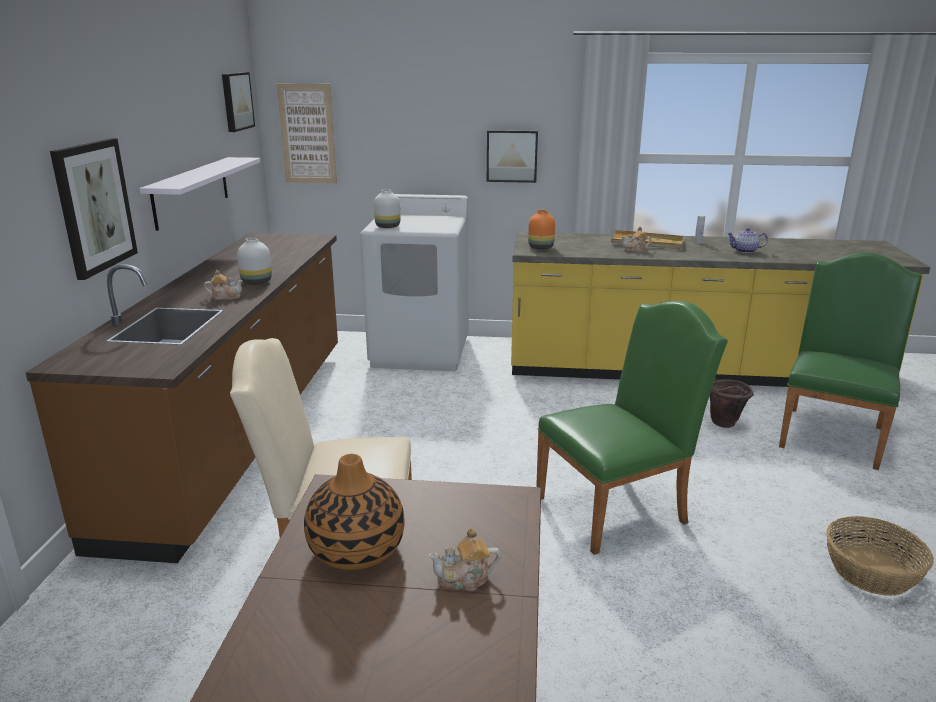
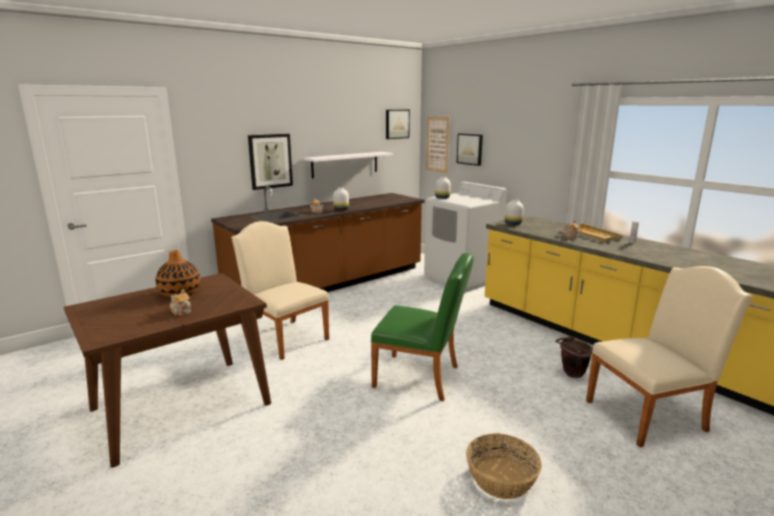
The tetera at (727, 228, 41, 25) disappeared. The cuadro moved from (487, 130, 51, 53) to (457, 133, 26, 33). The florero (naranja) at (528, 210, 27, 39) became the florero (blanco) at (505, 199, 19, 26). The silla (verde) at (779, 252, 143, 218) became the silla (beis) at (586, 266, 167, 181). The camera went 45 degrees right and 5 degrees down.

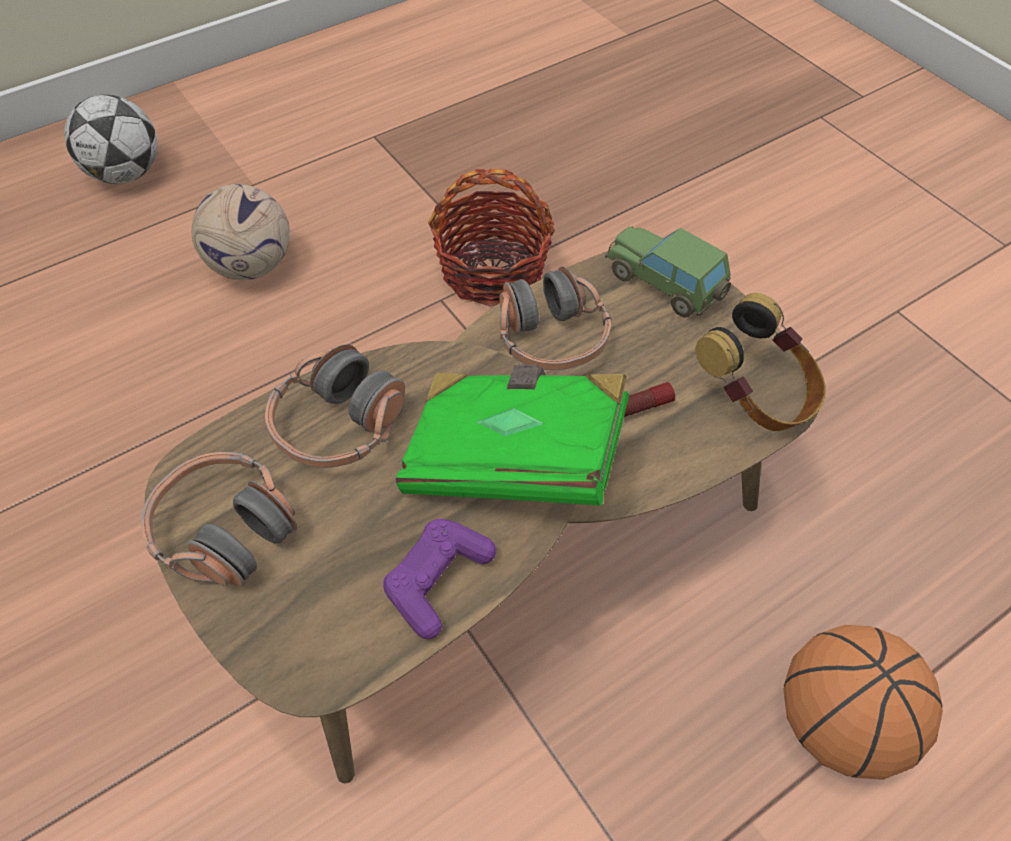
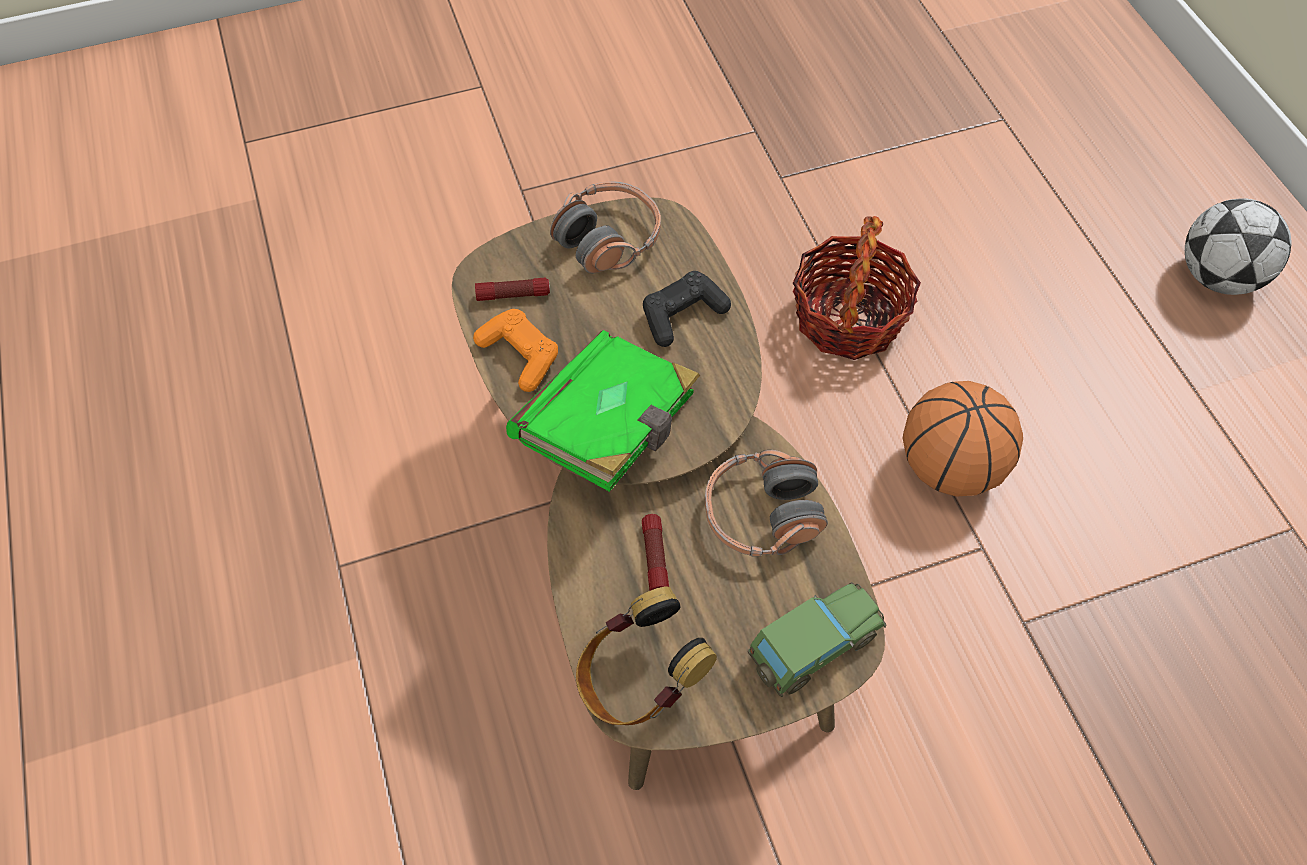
The balón de fútbol at (191, 184, 99, 96) disappeared. The linterna at (475, 277, 75, 24) appeared. The cesta moved from (428, 169, 127, 138) to (793, 216, 128, 144). The balón de baloncesto moved from (783, 625, 160, 155) to (903, 381, 120, 115). The auriculares at (265, 344, 140, 124) was replaced by the mando de consola (negro) at (643, 271, 88, 76). The mando de consola (morado) at (383, 519, 113, 120) became the mando de consola (naranja) at (473, 309, 85, 83). The camera went 105 degrees right and 5 degrees up.

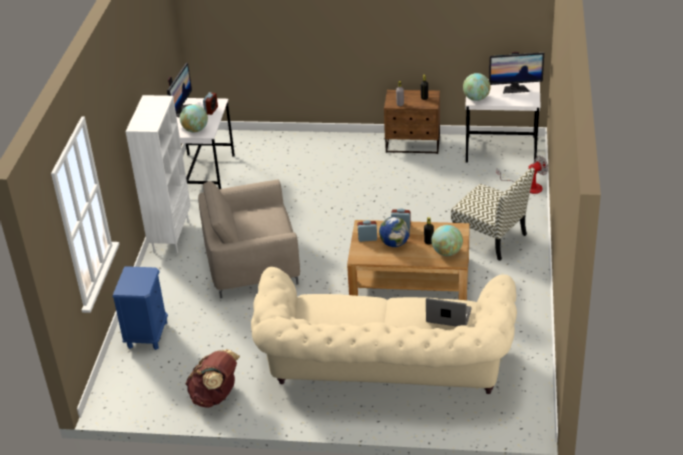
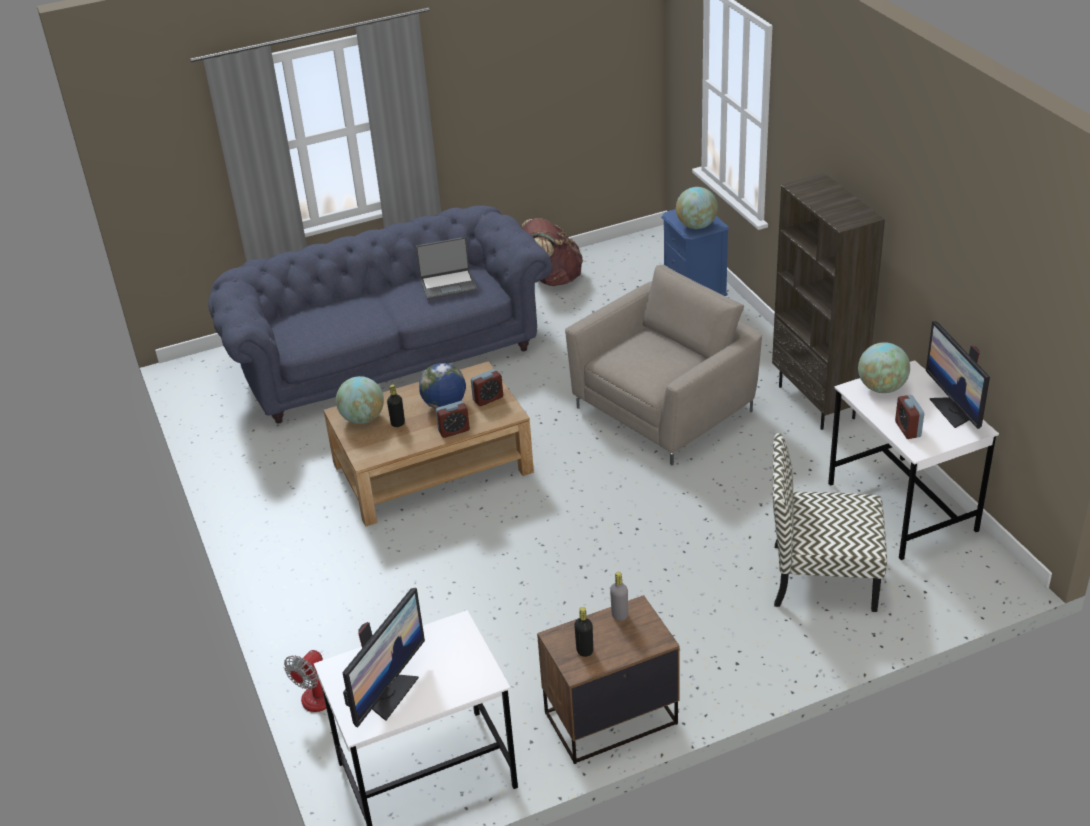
The portátil moved from (426, 298, 46, 29) to (416, 237, 61, 63). The silla moved from (451, 168, 84, 93) to (773, 433, 114, 179). The globo terráqueo moved from (463, 73, 28, 28) to (676, 187, 42, 42). The estantería (blanco) at (125, 95, 66, 158) became the estantería (marrón) at (772, 173, 113, 257). The sofá (beis) at (251, 267, 266, 127) became the sofá (azul) at (208, 205, 344, 219). The monitor at (489, 52, 55, 42) turned 150 degrees clockwise. The camera went 150 degrees right and 0 degrees up.

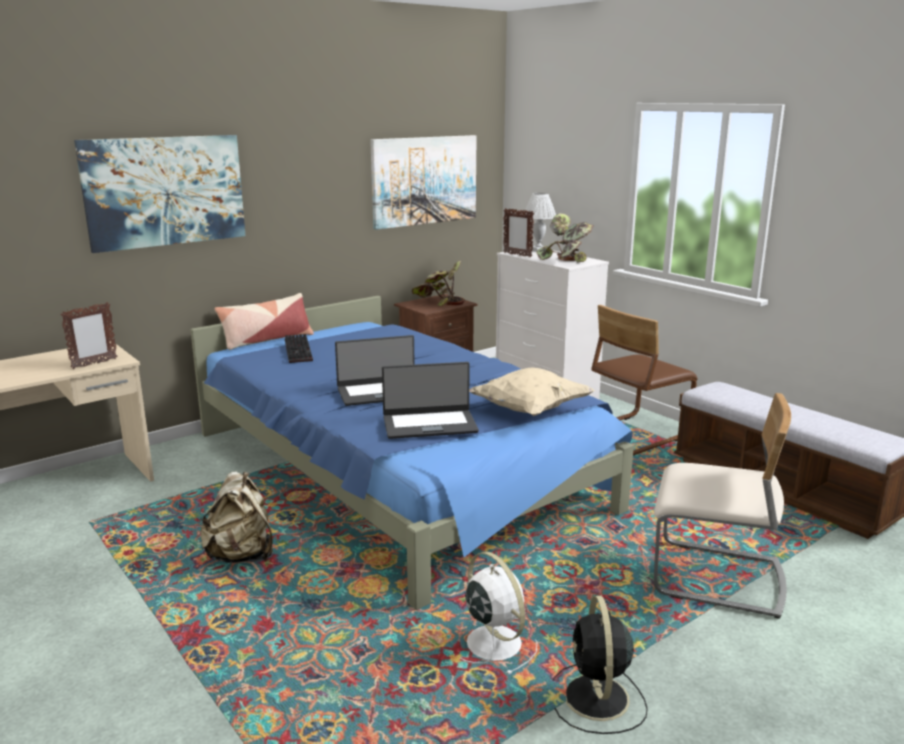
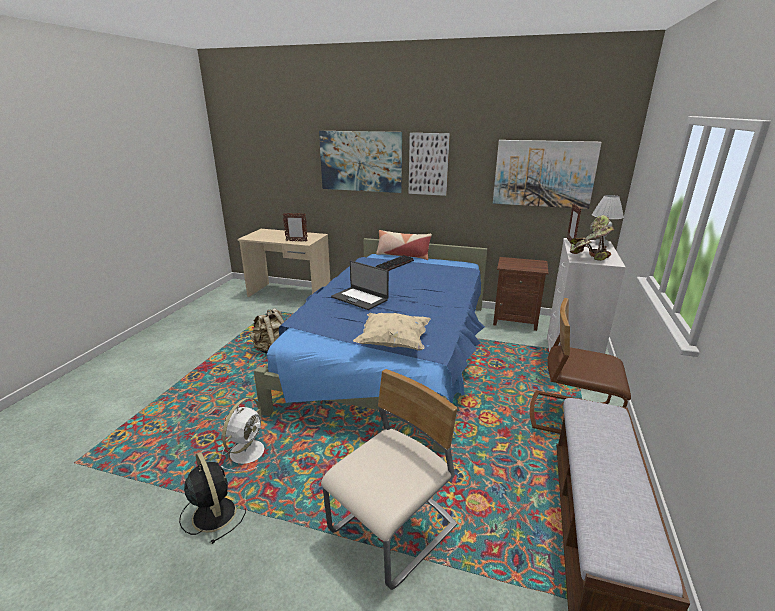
The portátil at (382, 362, 97, 77) disappeared. The planta en maceta at (412, 261, 53, 45) disappeared. The cuadro at (409, 133, 41, 63) appeared. The ventilador (negro) at (553, 596, 95, 138) turned 90 degrees clockwise. The silla (beis) at (653, 393, 138, 226) turned 120 degrees counterclockwise. The camera went 55 degrees right and 5 degrees up.

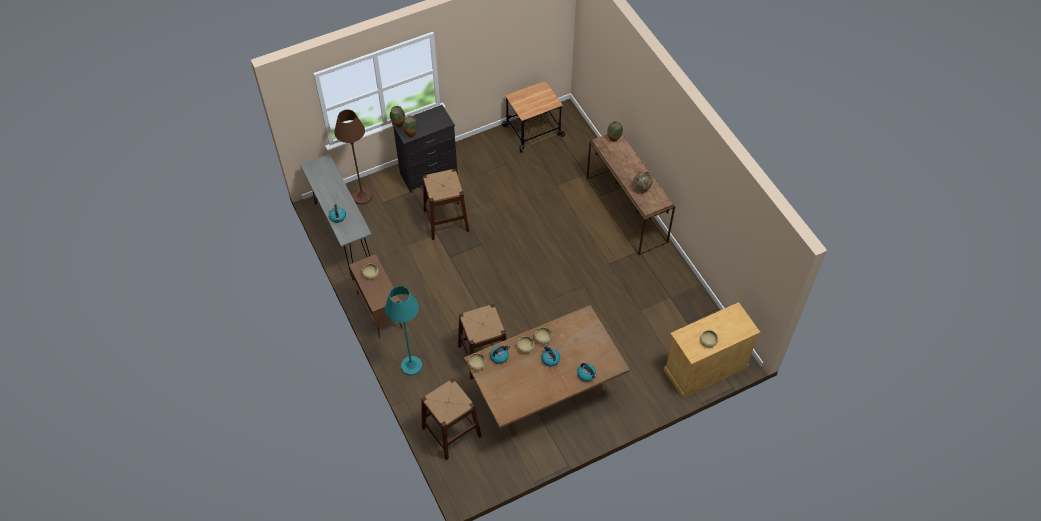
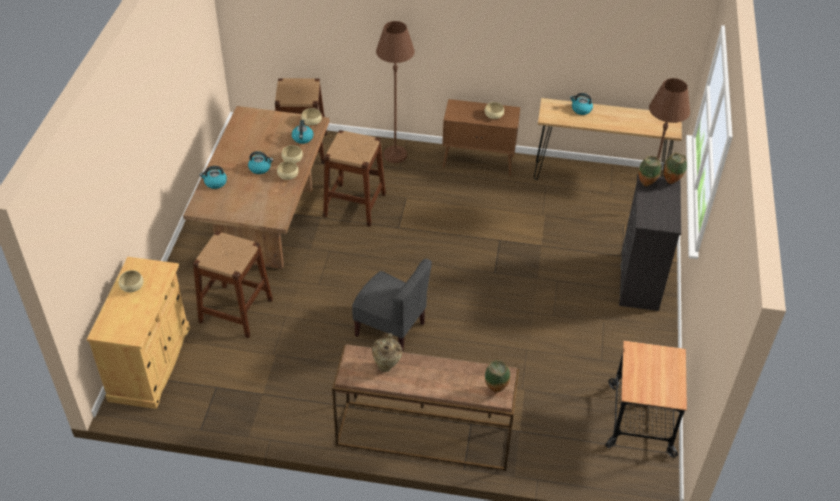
The silla (gris) at (352, 259, 80, 93) appeared. The taburete (marrón) moved from (423, 169, 46, 71) to (193, 231, 80, 107). The mesa consola (gris) at (300, 154, 72, 121) became the mesa consola (marrón) at (534, 98, 148, 82). The lámpara de pie (turquesa) at (385, 286, 37, 90) became the lámpara de pie (marrón) at (376, 21, 39, 142). The camera went 125 degrees right and 10 degrees down.

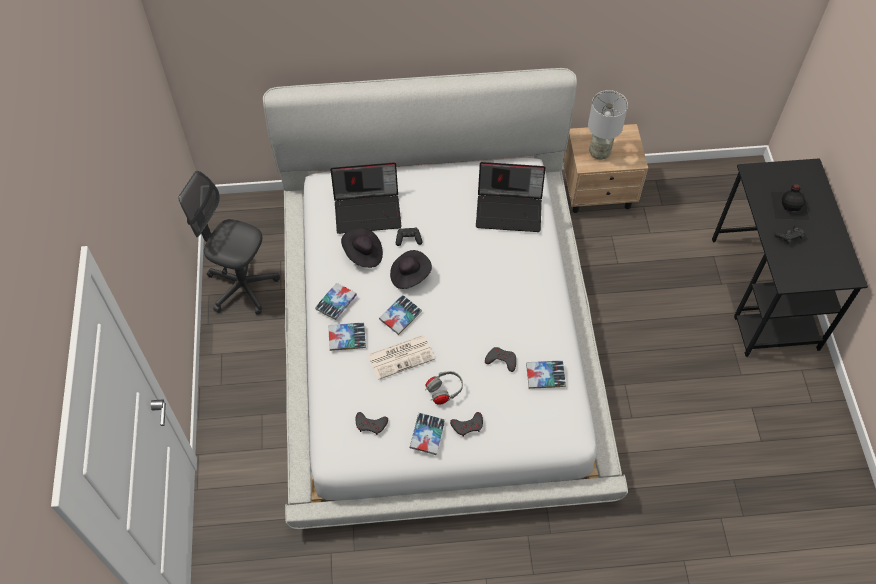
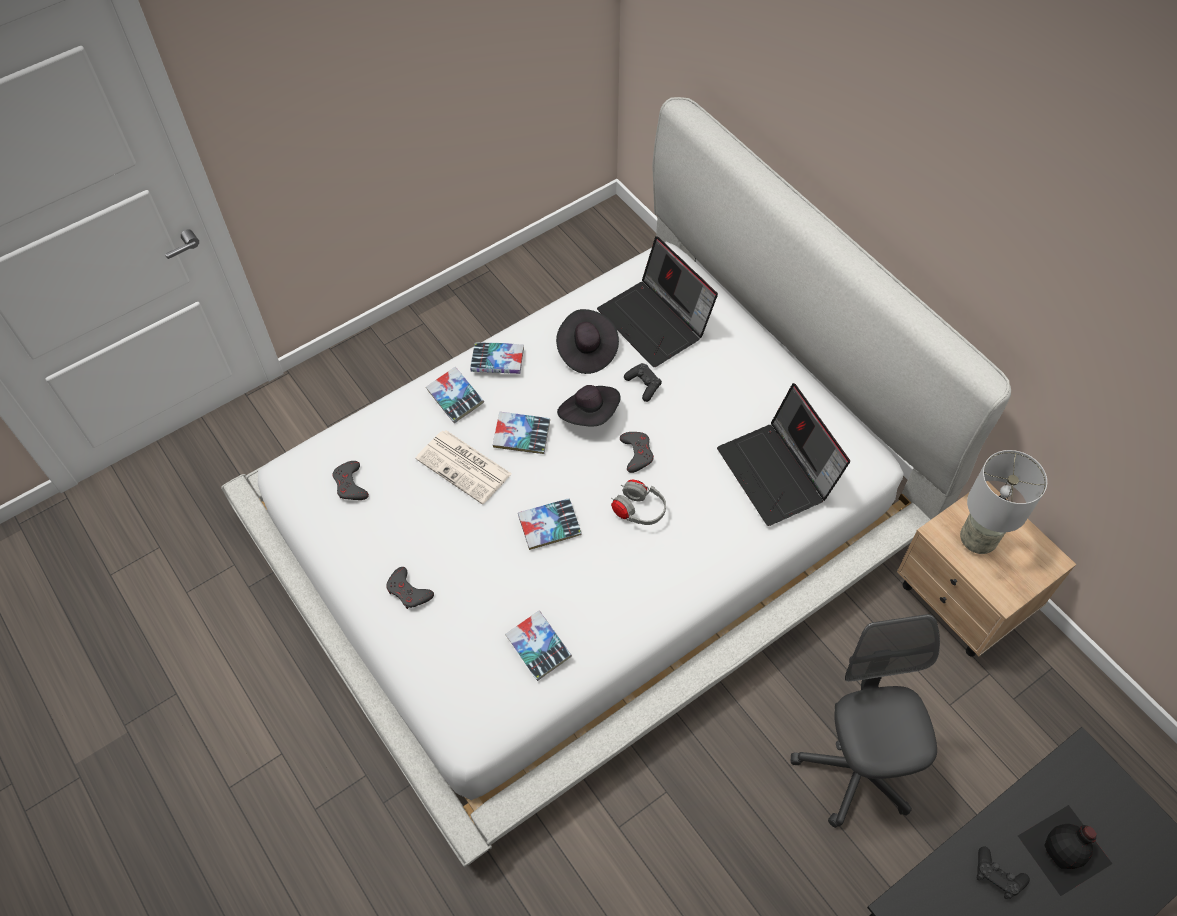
The silla de oficina (gris) moved from (178, 171, 102, 144) to (791, 614, 149, 214). The libro moved from (410, 413, 35, 42) to (518, 498, 64, 52). The auriculares (gris) moved from (425, 371, 38, 34) to (611, 479, 55, 46). The mando de consola (gris) moved from (485, 347, 31, 25) to (620, 432, 34, 41). The camera went 60 degrees right and 0 degrees up.

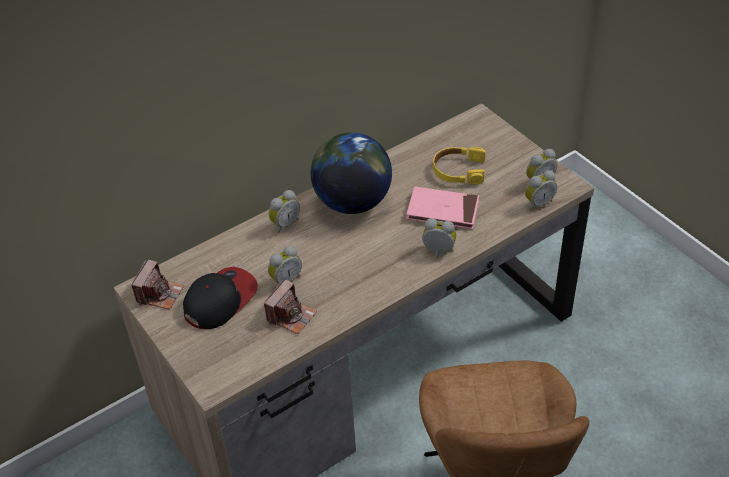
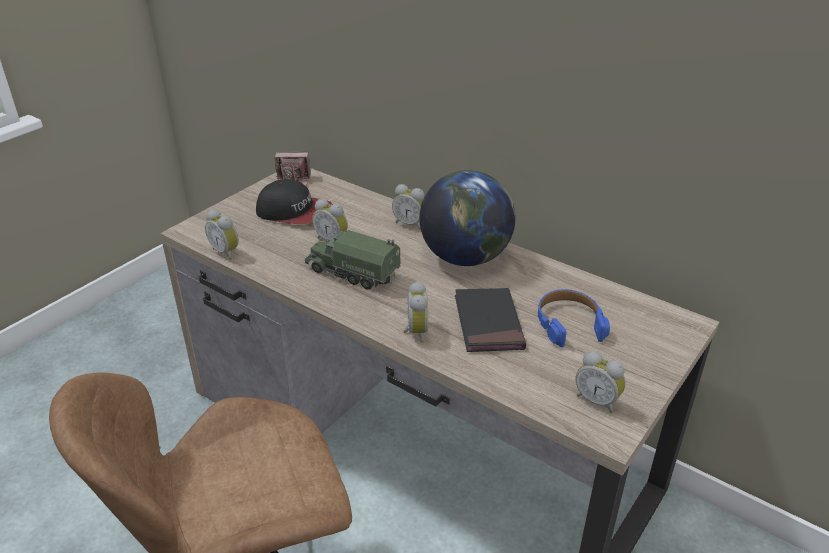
The cámara at (264, 279, 53, 55) disappeared. The camión de juguete at (305, 230, 96, 59) appeared. The despertador moved from (525, 170, 32, 41) to (205, 210, 34, 50). The libro (rosa) at (406, 186, 73, 43) became the libro (negro) at (455, 288, 71, 64). The auriculares (amarillo) at (433, 147, 53, 38) became the auriculares (azul) at (538, 289, 72, 58). The camera went 70 degrees right and 10 degrees down.

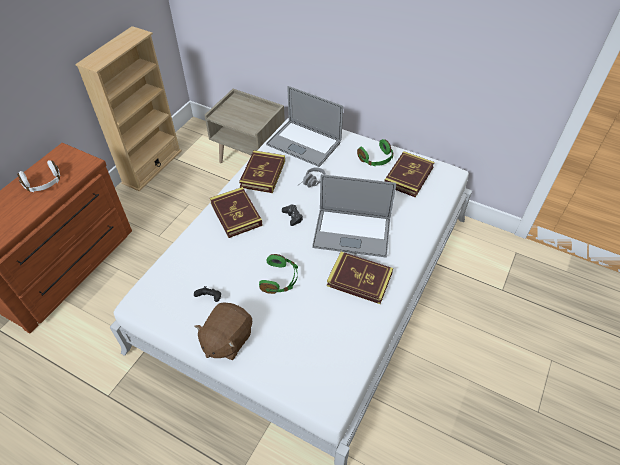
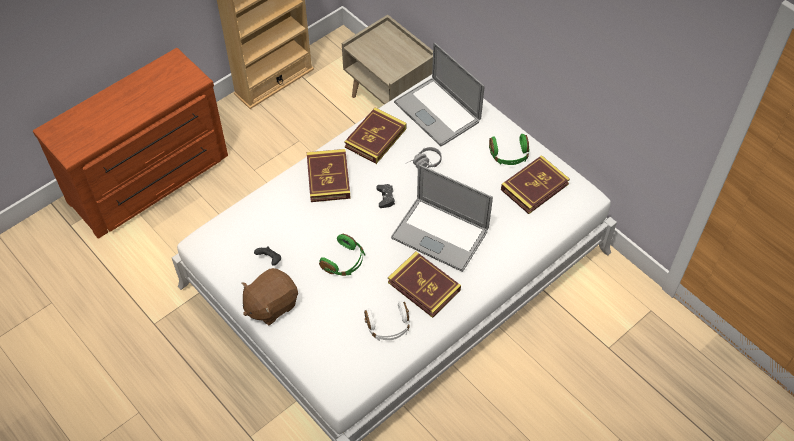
The auriculares (blanco) moved from (17, 160, 43, 32) to (364, 301, 46, 40). The camera went 20 degrees right and 5 degrees up.

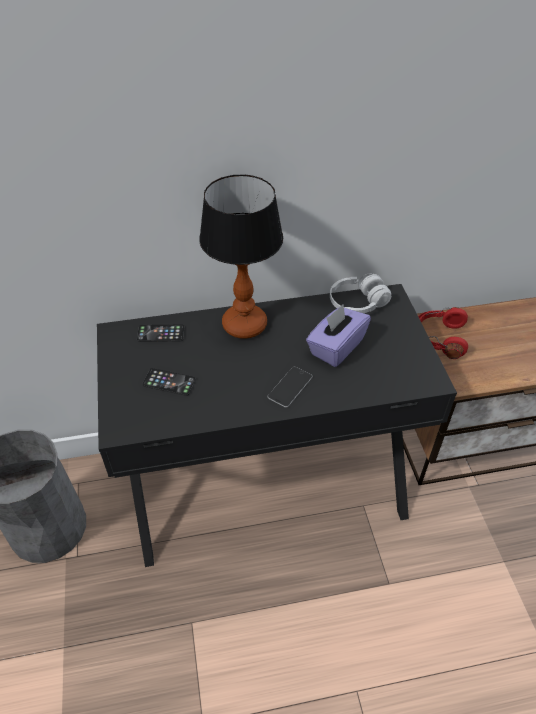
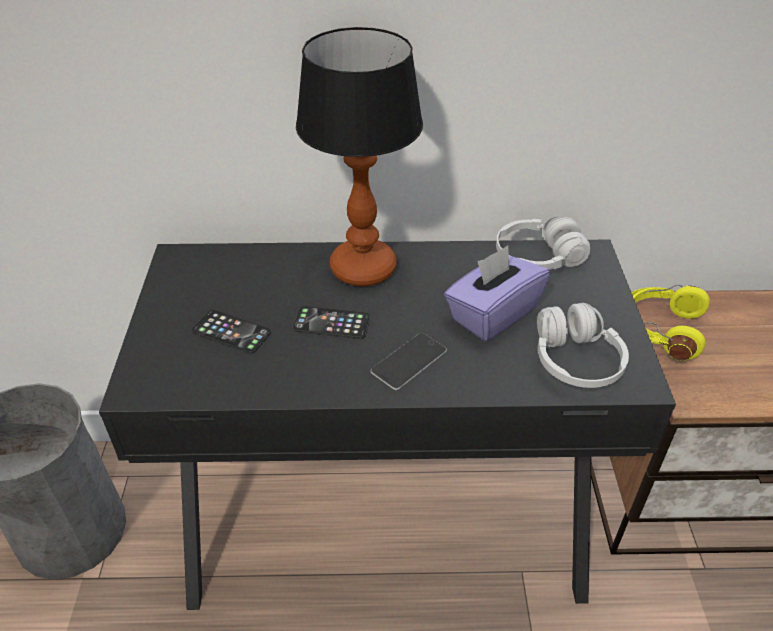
The auriculares (blanco) at (537, 303, 92, 85) appeared. The móvil moved from (137, 324, 48, 18) to (293, 306, 77, 33). The auriculares (rojo) at (418, 307, 50, 52) became the auriculares (amarillo) at (631, 285, 79, 76). The camera went 10 degrees right and 5 degrees down.

